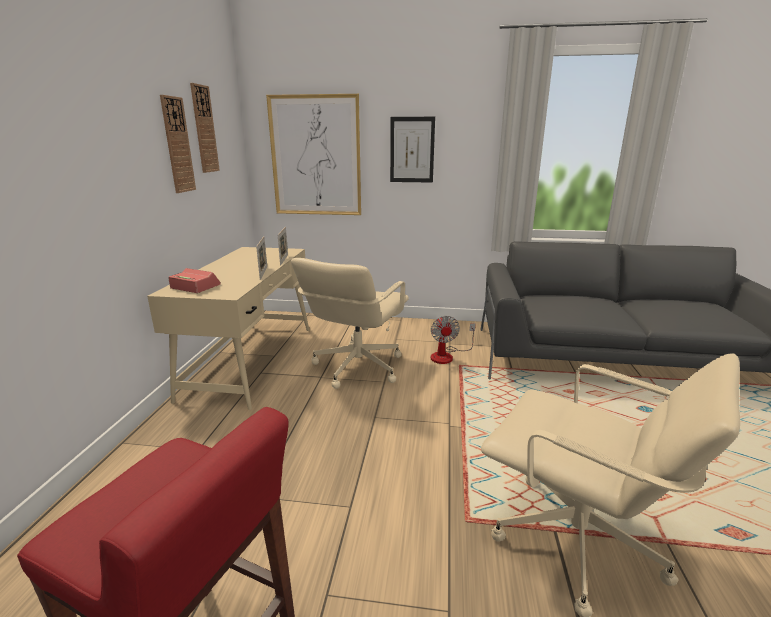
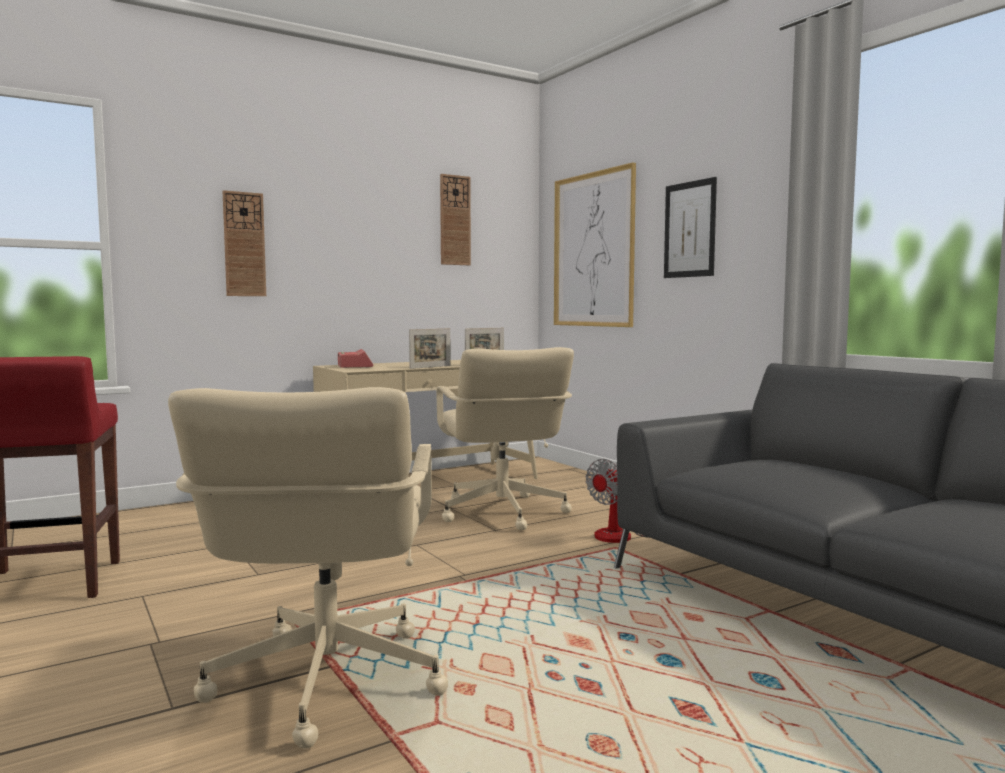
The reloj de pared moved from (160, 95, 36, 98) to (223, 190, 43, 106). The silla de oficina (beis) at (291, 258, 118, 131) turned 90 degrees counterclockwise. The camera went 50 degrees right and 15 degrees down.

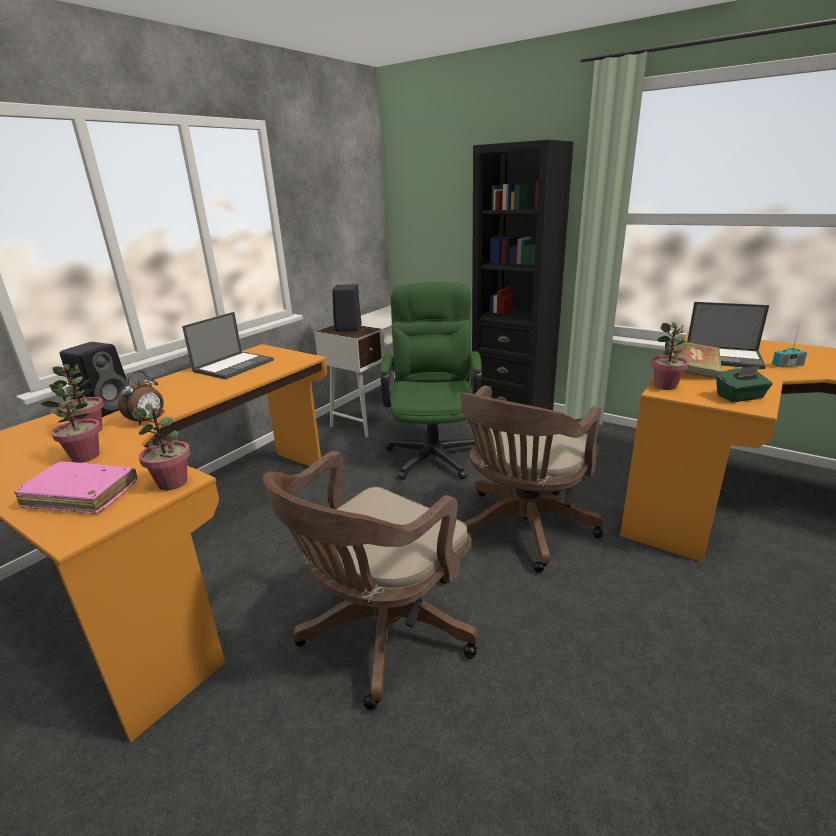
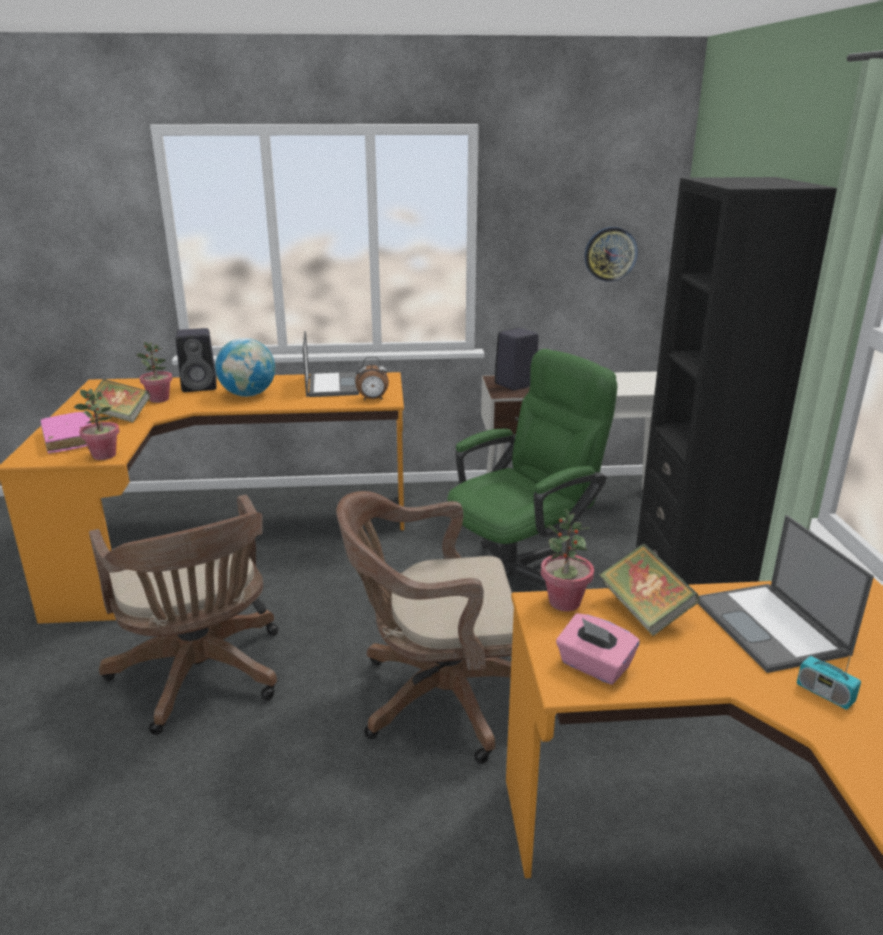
The globo terráqueo at (215, 338, 60, 59) appeared. The reloj de pared at (585, 227, 53, 55) appeared. The despertador moved from (118, 371, 46, 54) to (355, 357, 34, 43). The planta en maceta at (41, 383, 60, 80) was replaced by the libro at (85, 379, 65, 44). The caja de pañuelos (verde) at (716, 366, 56, 36) became the caja de pañuelos (rosa) at (556, 613, 84, 72). The portátil at (182, 312, 92, 68) turned 90 degrees counterclockwise. The silla de oficina (marrón) at (263, 451, 215, 259) turned 120 degrees counterclockwise. The camera went 50 degrees right and 0 degrees up.

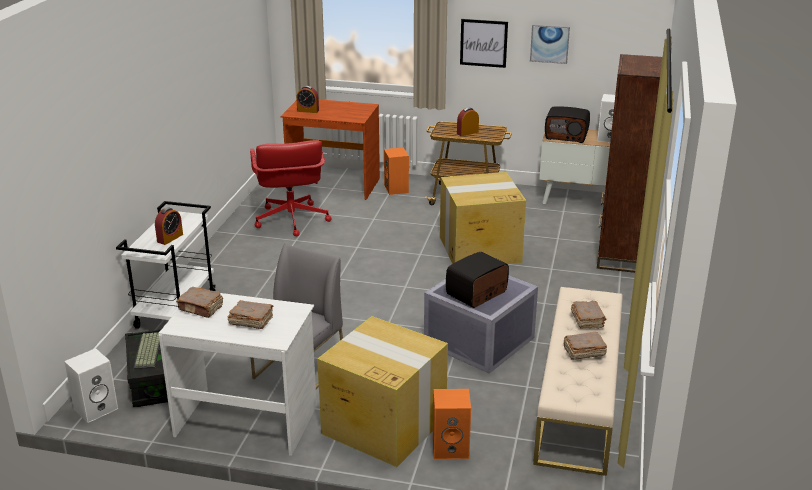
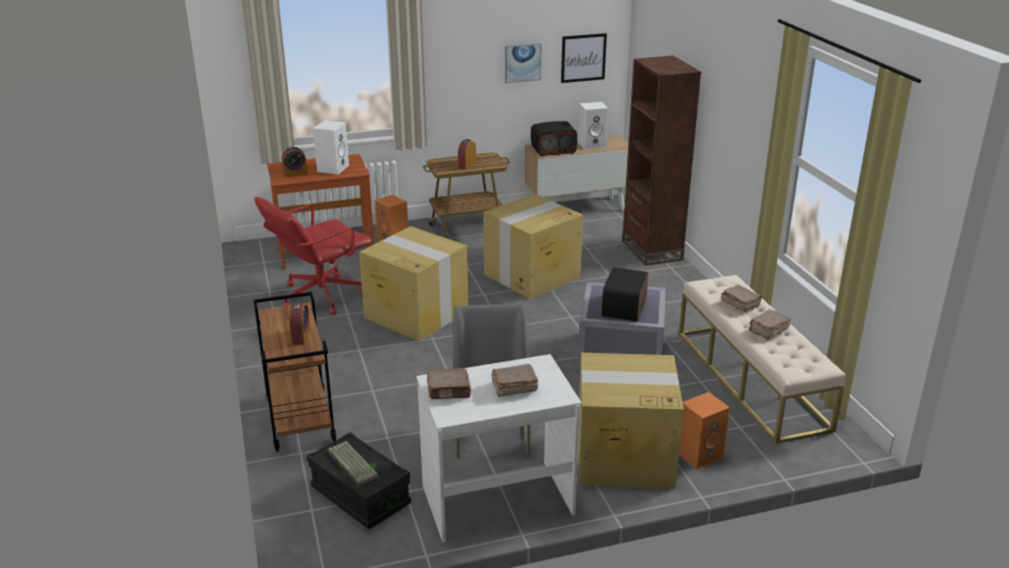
The caja de cartón at (359, 226, 109, 115) appeared. The altavoz (blanco) moved from (64, 348, 54, 75) to (313, 120, 36, 54). The cuadro moved from (460, 19, 48, 49) to (561, 33, 46, 50). The carrito (blanco) at (116, 201, 100, 128) became the carrito (marrón) at (253, 292, 83, 160). The silla de oficina (rojo) at (250, 140, 82, 96) turned 90 degrees clockwise. The camera went 30 degrees left and 0 degrees up.

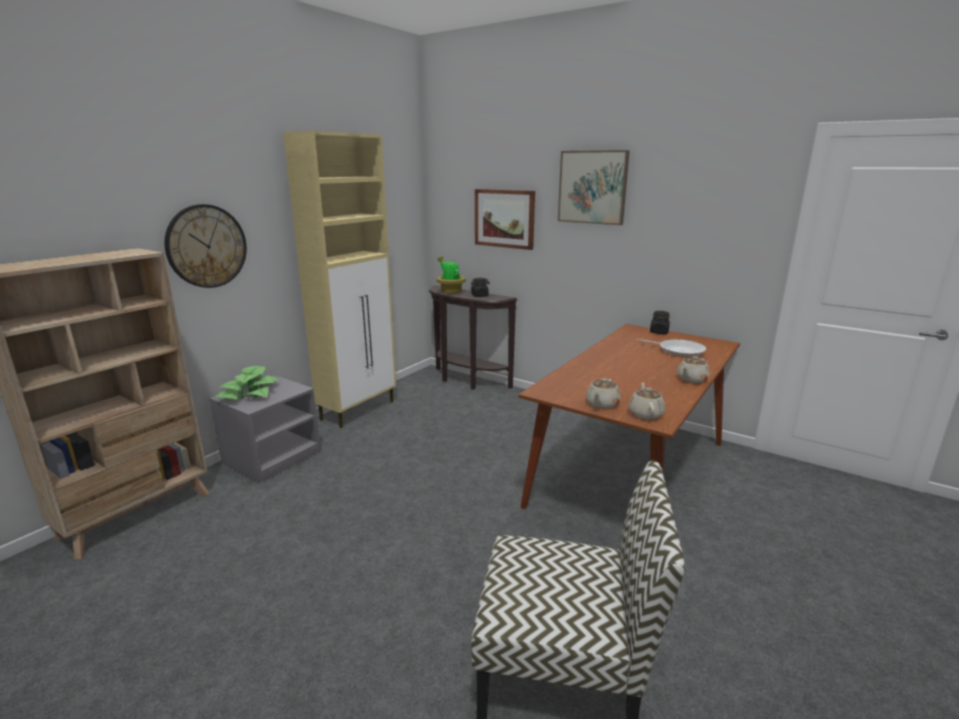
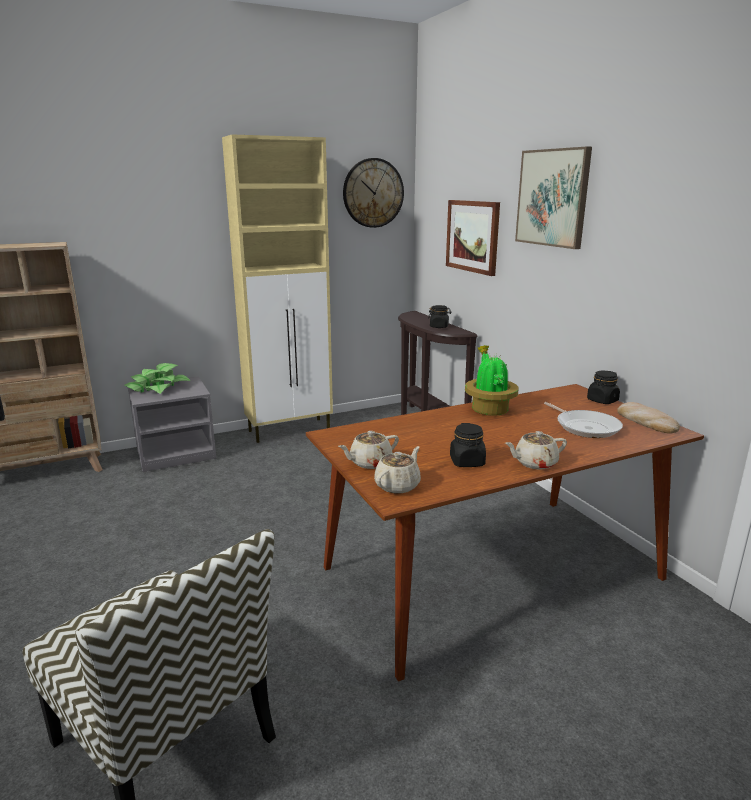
The tarro (negro) at (450, 423, 36, 44) appeared. The pan at (617, 402, 63, 32) appeared. The reloj de pared moved from (164, 204, 83, 84) to (343, 158, 61, 70). The planta en maceta moved from (436, 257, 30, 37) to (465, 345, 54, 71). The camera went 30 degrees right and 0 degrees up.

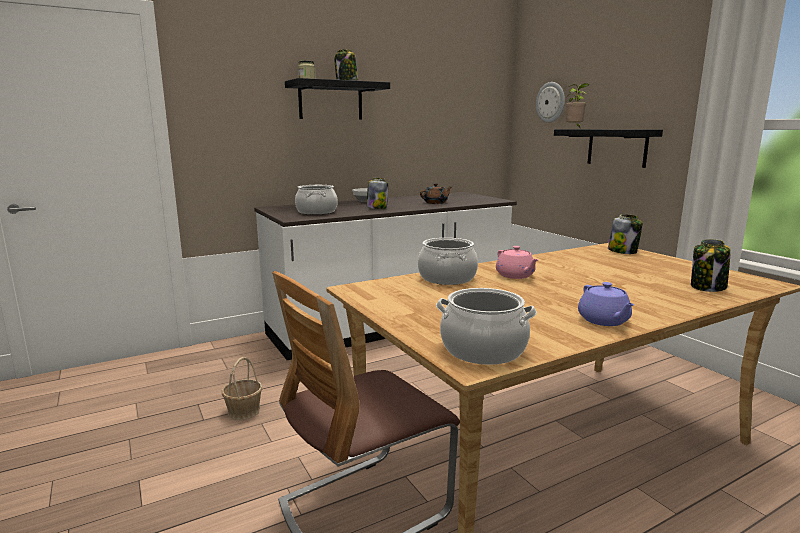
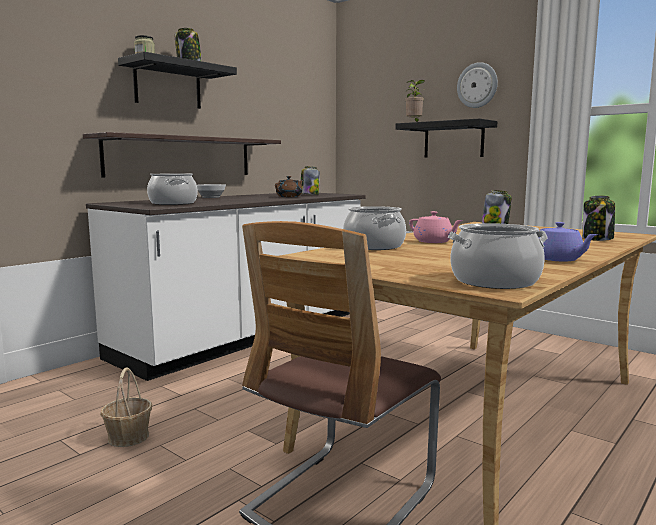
The estante at (83, 132, 198, 45) appeared. The tarro moved from (367, 178, 21, 31) to (301, 166, 19, 29). The reloj de pared moved from (536, 82, 29, 41) to (457, 62, 41, 46). The camera went 20 degrees left and 5 degrees down.

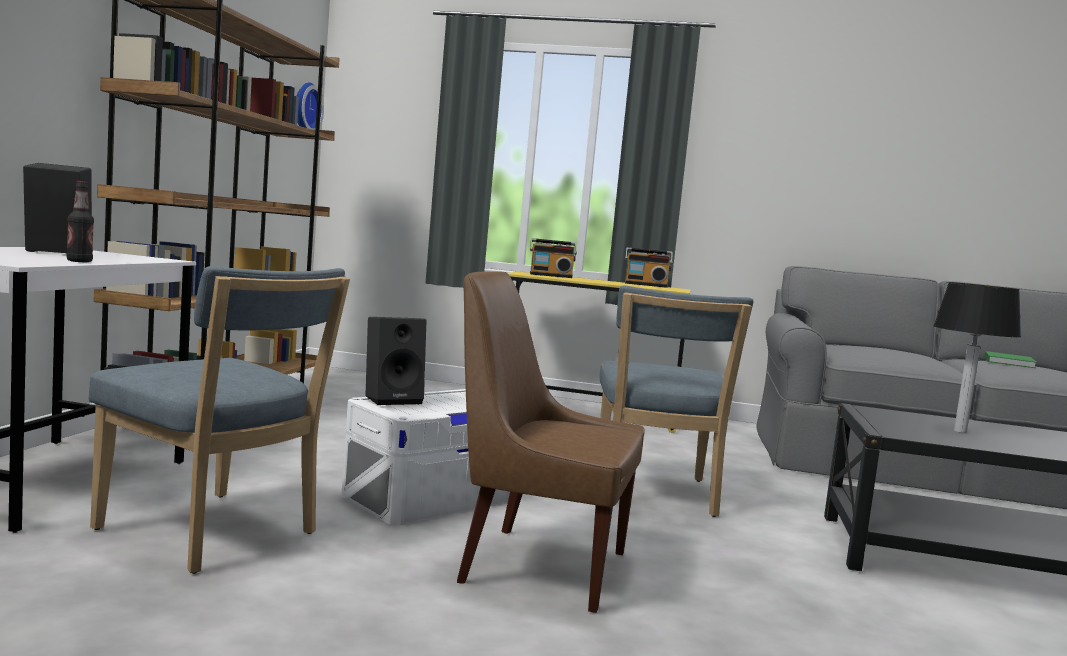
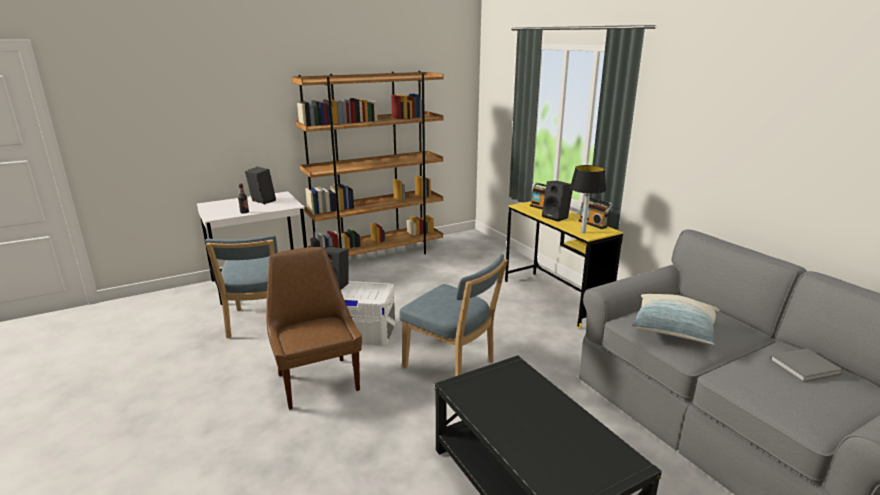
The reloj de pared at (297, 82, 27, 48) disappeared. The altavoz (negro) at (542, 181, 31, 41) appeared. The cojín at (631, 294, 88, 51) appeared. The lámpara de mesa moved from (933, 282, 88, 151) to (570, 165, 36, 68). The libro (verde) at (985, 351, 52, 17) became the libro (gris) at (770, 348, 73, 34). The silla (azul) at (600, 286, 153, 231) turned 105 degrees counterclockwise. The camera went 50 degrees right and 15 degrees up.

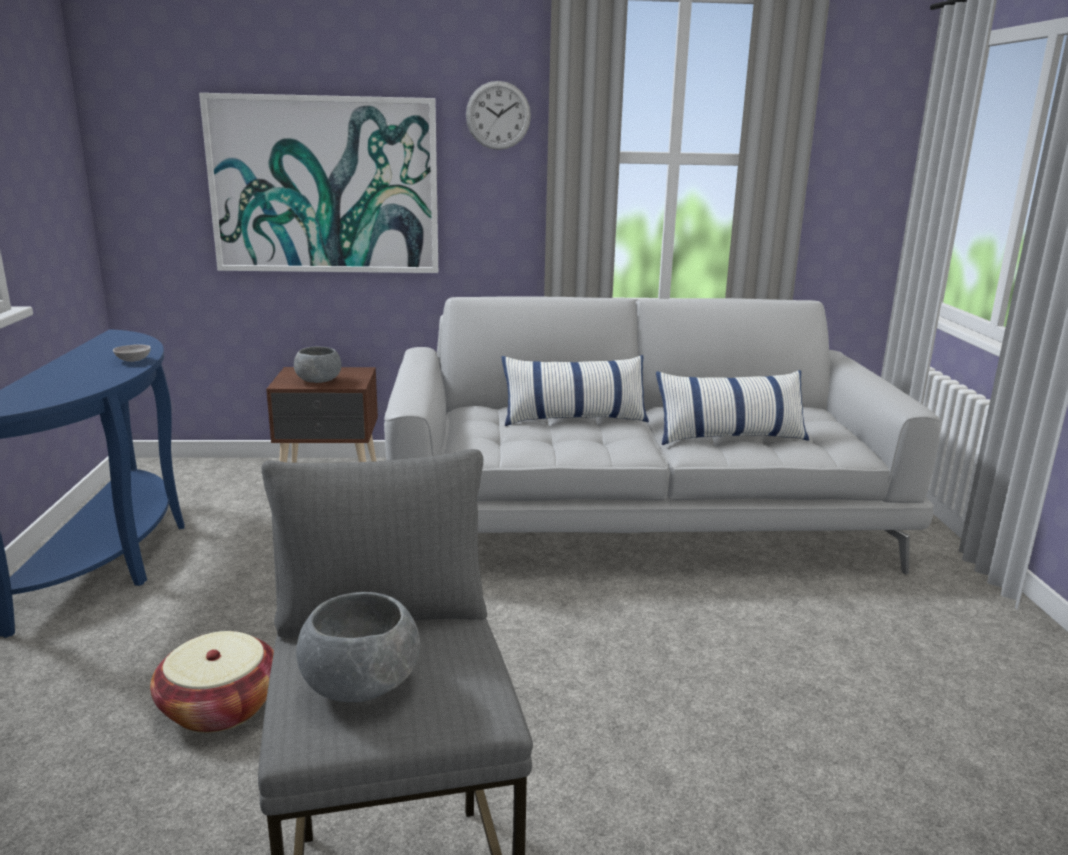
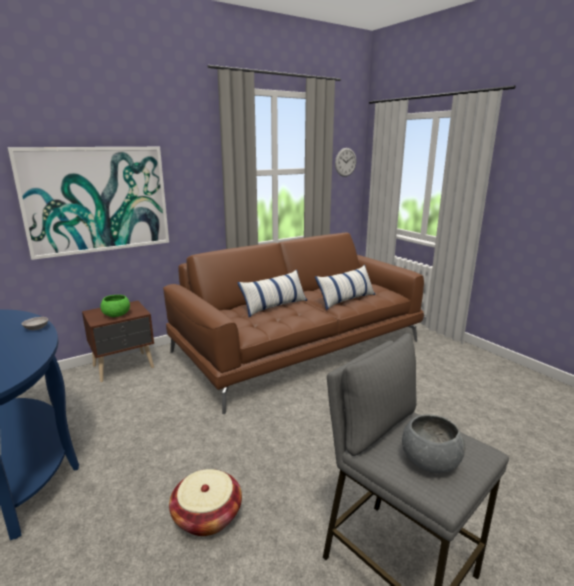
The reloj de pared moved from (466, 81, 65, 69) to (335, 148, 21, 29). The cuenco (gris) at (294, 347, 48, 36) became the cuenco (verde) at (100, 295, 30, 22). The sofá (gris) at (384, 296, 556, 278) became the sofá (marrón) at (163, 233, 261, 181). The camera went 30 degrees left and 0 degrees up.

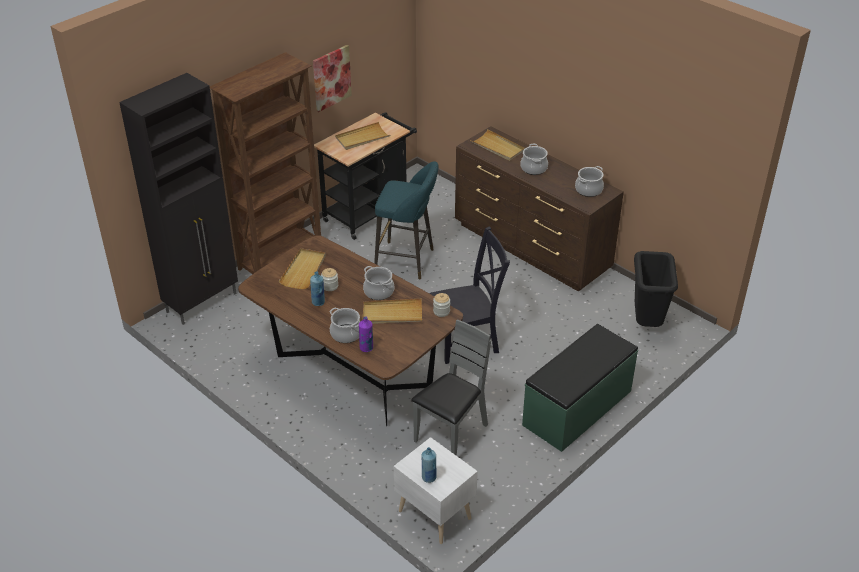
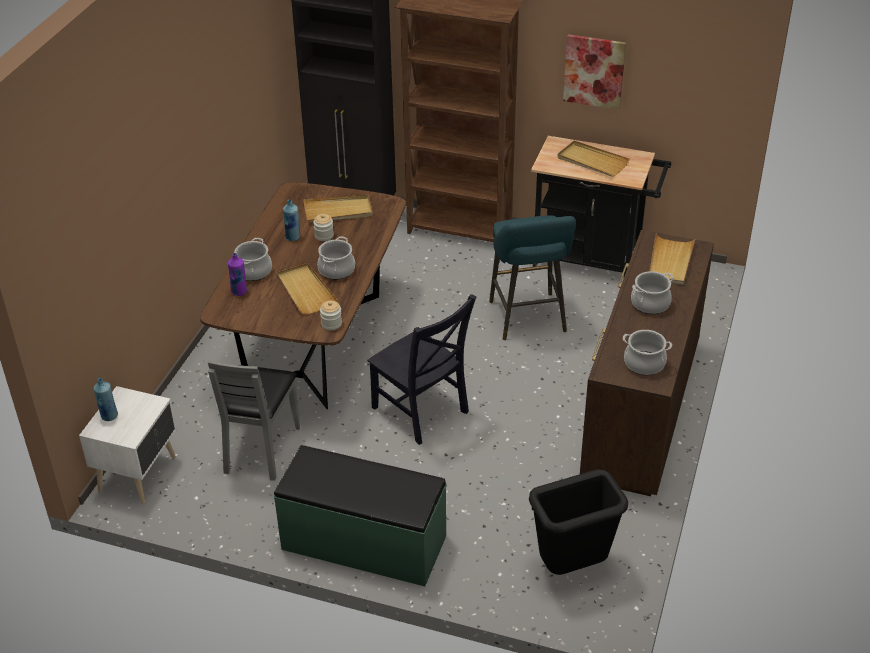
The silla (gris) at (411, 319, 80, 137) turned 90 degrees clockwise. The camera went 65 degrees right and 0 degrees up.

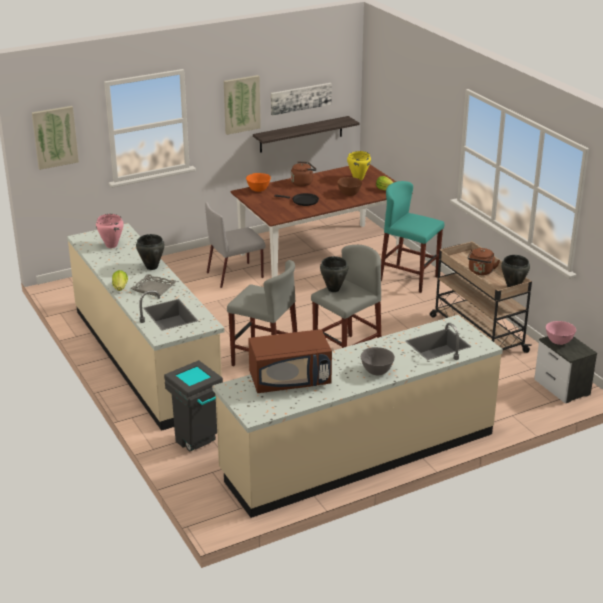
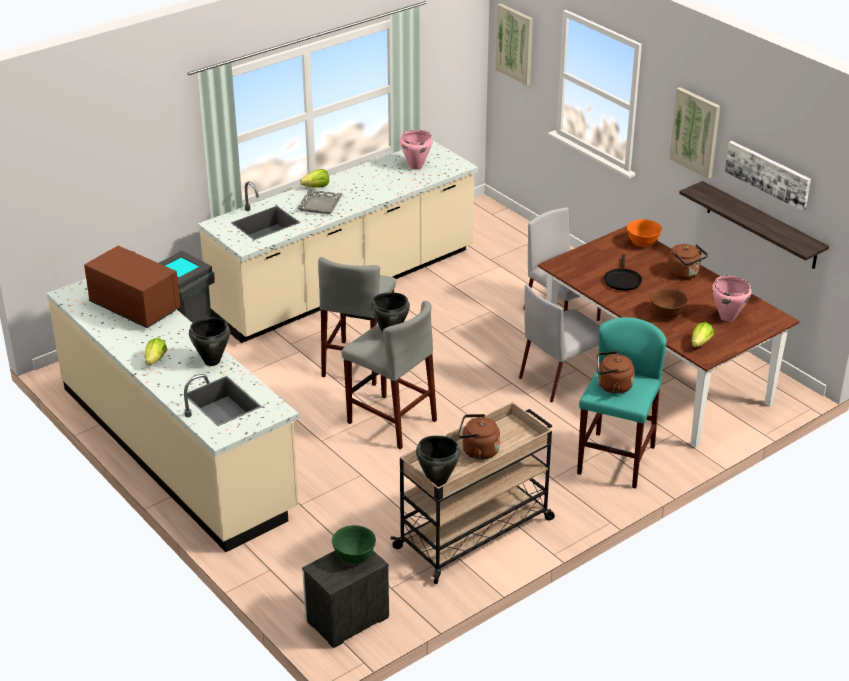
The silla (gris) at (519, 284, 81, 118) appeared. The hervidor (marrón) at (597, 351, 37, 43) appeared. The olla (negro) moved from (136, 234, 29, 36) to (189, 318, 41, 48). The cuenco (gris) at (361, 347, 34, 28) was replaced by the lechuga at (145, 338, 22, 27). The olla (amarillo) at (347, 151, 24, 29) became the olla (rosa) at (712, 276, 39, 46). The cuenco (rosa) at (546, 321, 30, 24) became the cuenco (verde) at (332, 525, 44, 39). The microondas (marrón) at (248, 329, 84, 64) turned 150 degrees clockwise. The camera went 80 degrees right and 5 degrees up.

